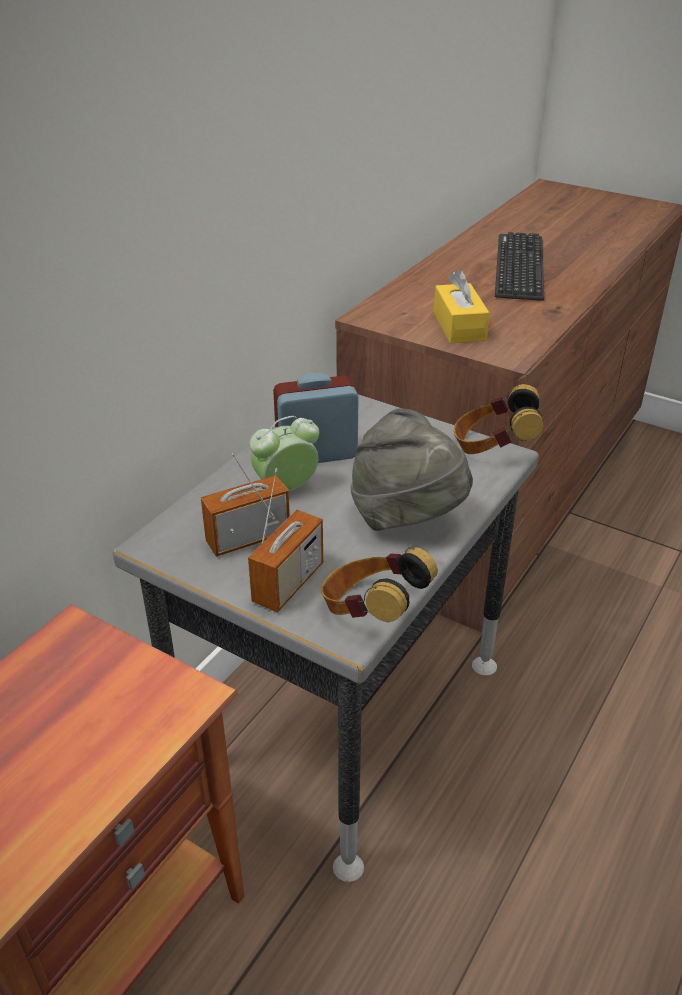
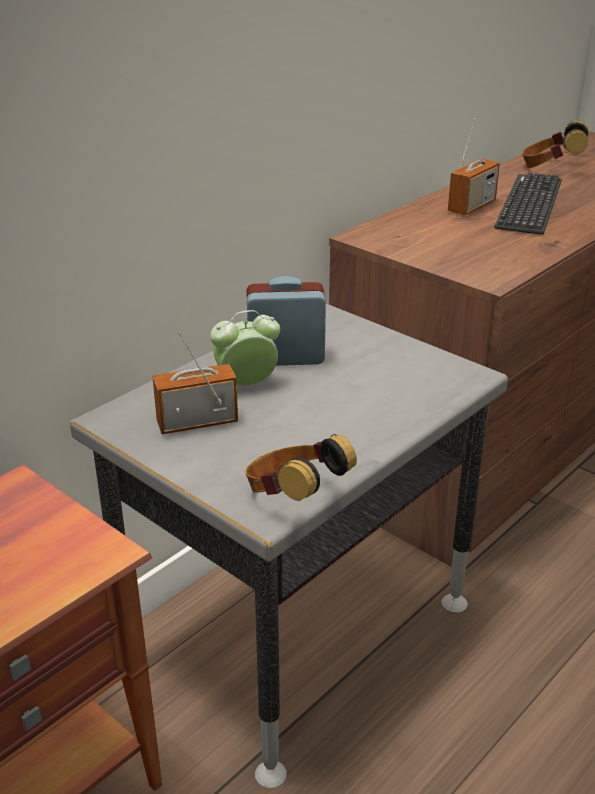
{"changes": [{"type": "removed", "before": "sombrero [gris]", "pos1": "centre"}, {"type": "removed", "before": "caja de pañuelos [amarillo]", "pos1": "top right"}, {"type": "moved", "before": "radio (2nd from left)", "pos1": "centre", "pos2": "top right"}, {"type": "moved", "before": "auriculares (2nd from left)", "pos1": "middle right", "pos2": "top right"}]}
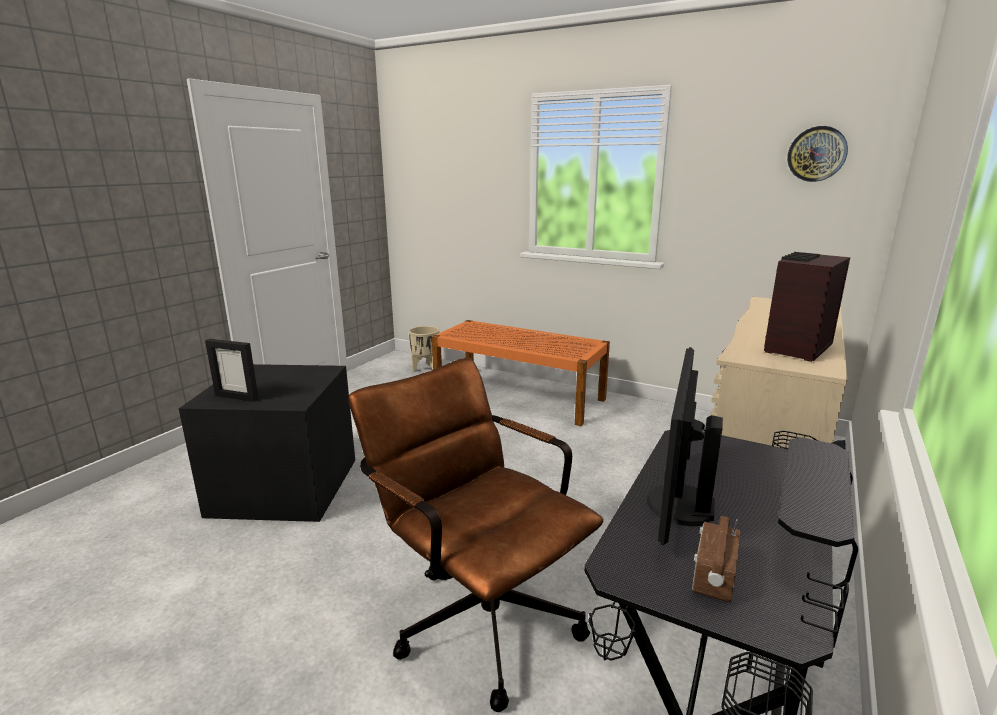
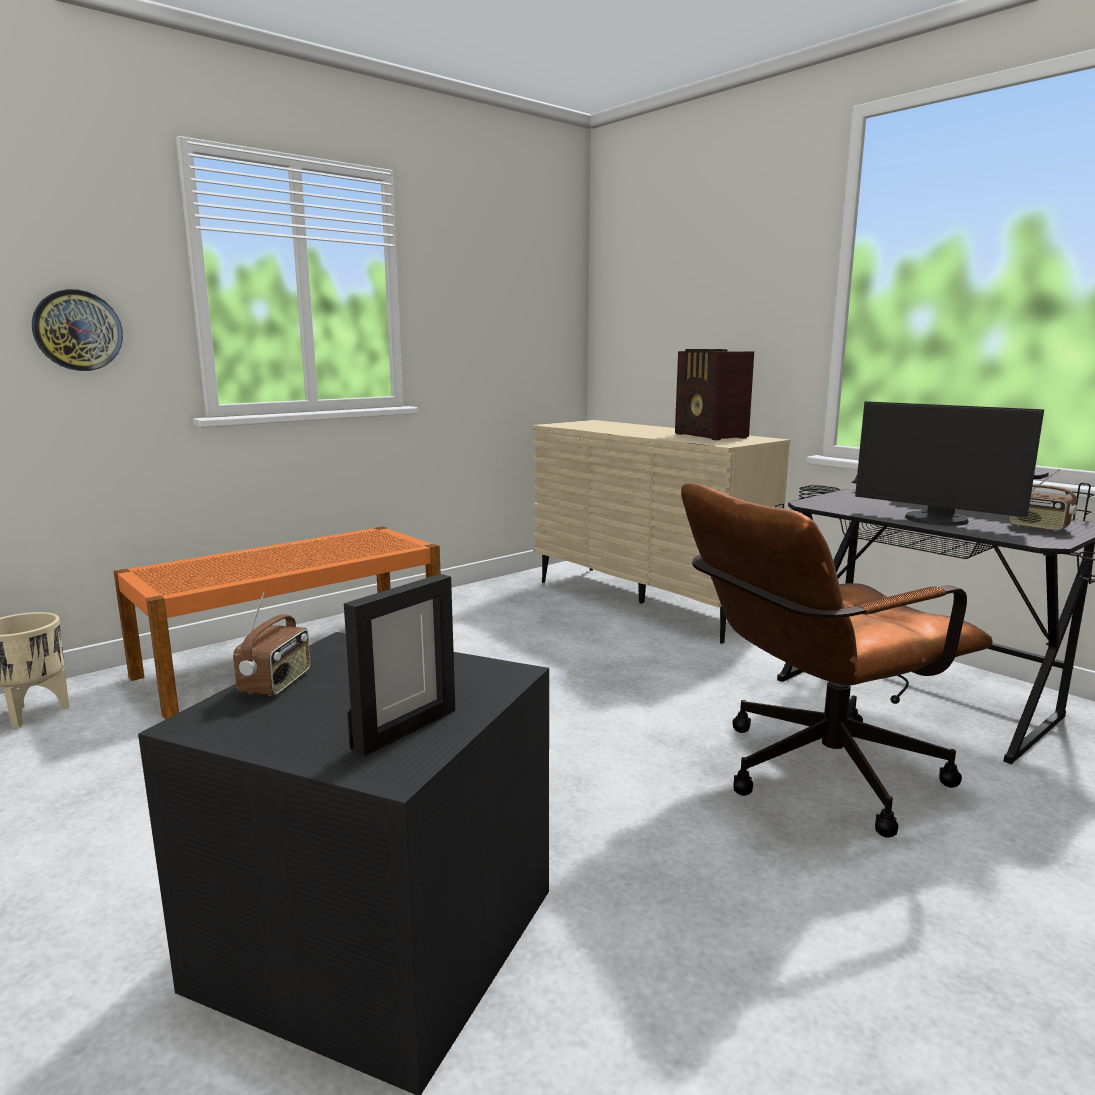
{"changes": [{"type": "added", "after": "radio (1st from left)", "pos2": "middle left"}, {"type": "moved", "before": "reloj de pared", "pos1": "top right", "pos2": "top left"}]}
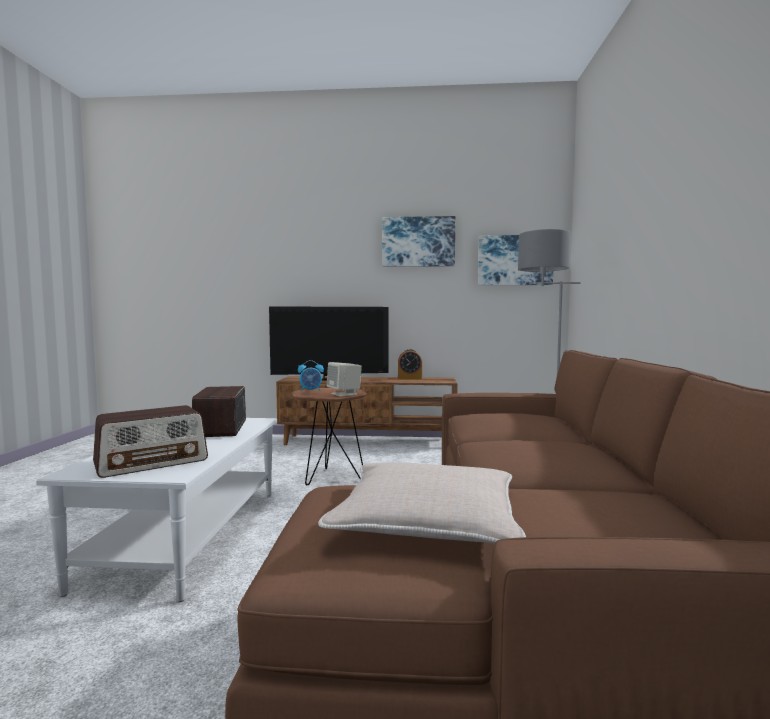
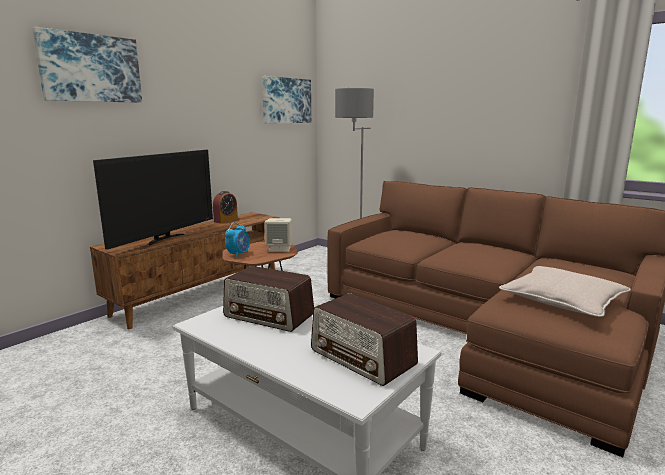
{"changes": [{"type": "moved", "before": "cuadro (1st from left)", "pos1": "centre", "pos2": "top left"}, {"type": "turned", "before": "radio (1st from left in the first image)", "pos1": "middle left", "pos2": "bottom centre", "turn": 135}]}
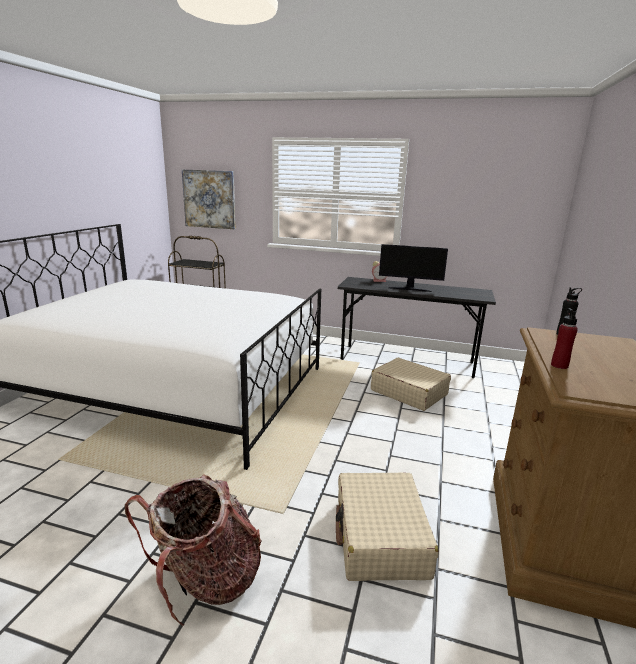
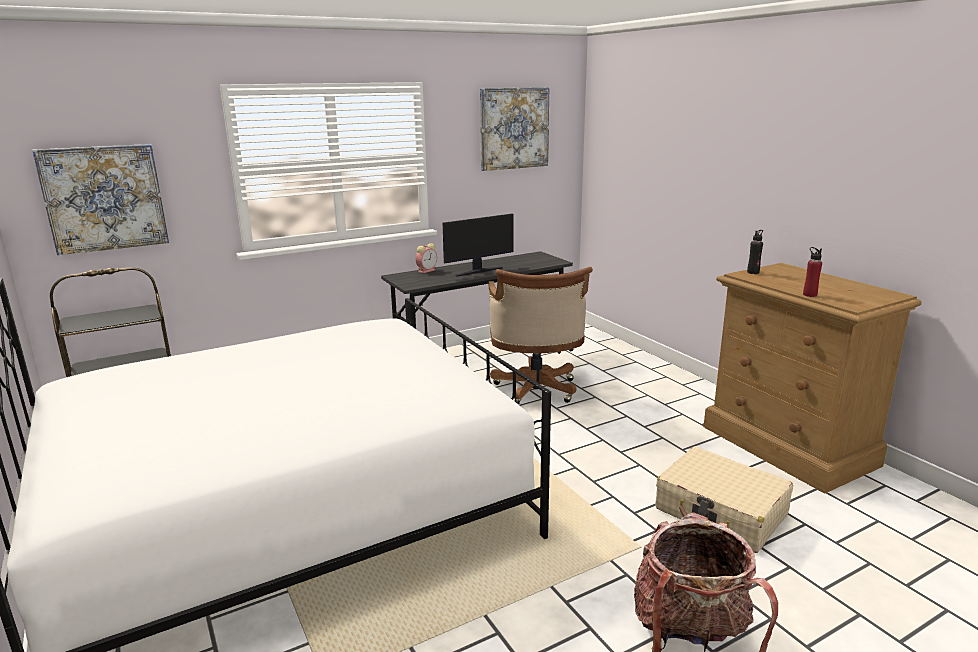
{"changes": [{"type": "added", "after": "cuadro (2nd from left)", "pos2": "top centre"}, {"type": "replaced", "before": "maleta [beis] (2nd from left)", "after": "silla de oficina", "pos1": "centre", "pos2": "centre"}]}
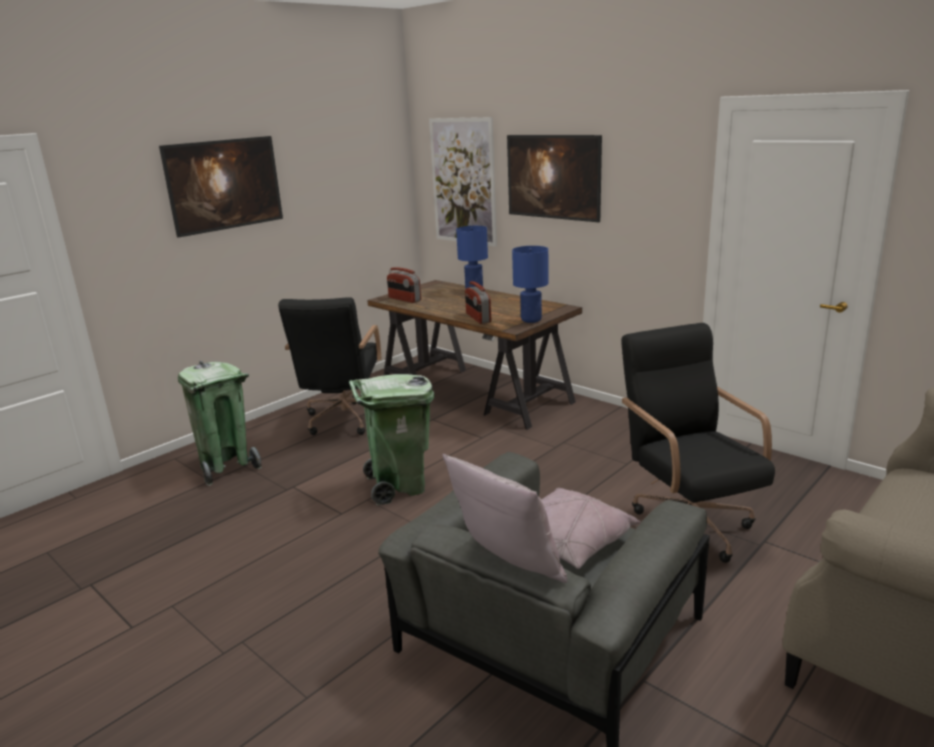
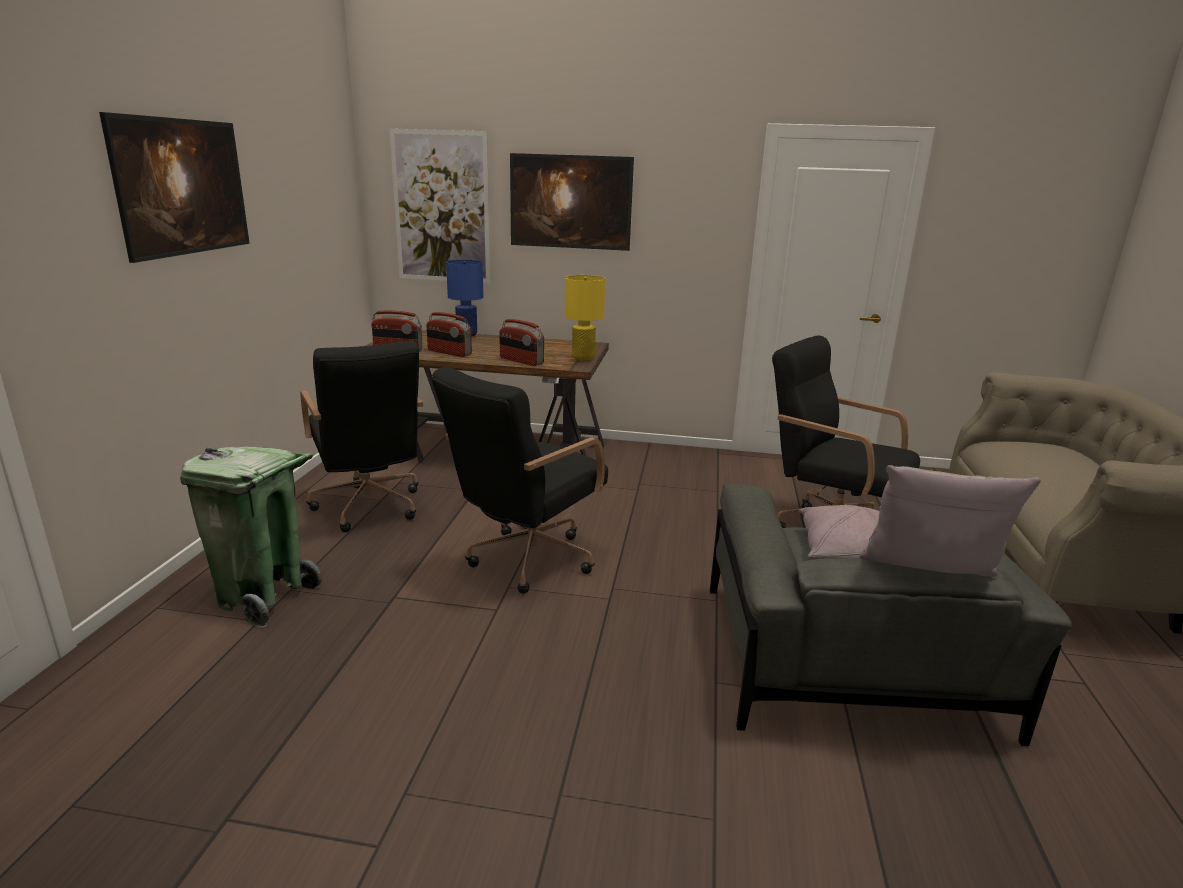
{"changes": [{"type": "added", "after": "radio (2nd from left)", "pos2": "centre"}, {"type": "replaced", "before": "papelera [verde] (2nd from left)", "after": "silla de oficina [negro] (2nd from left)", "pos1": "centre", "pos2": "centre"}, {"type": "recoloured", "before": "lámpara de mesa [azul] (2nd from left)", "after": "lámpara de mesa [amarillo]", "pos1": "centre", "pos2": "centre"}]}
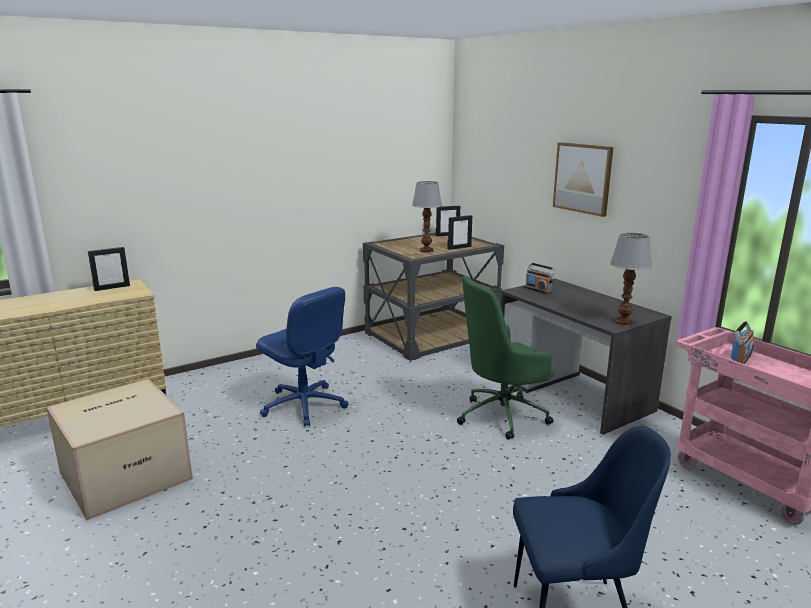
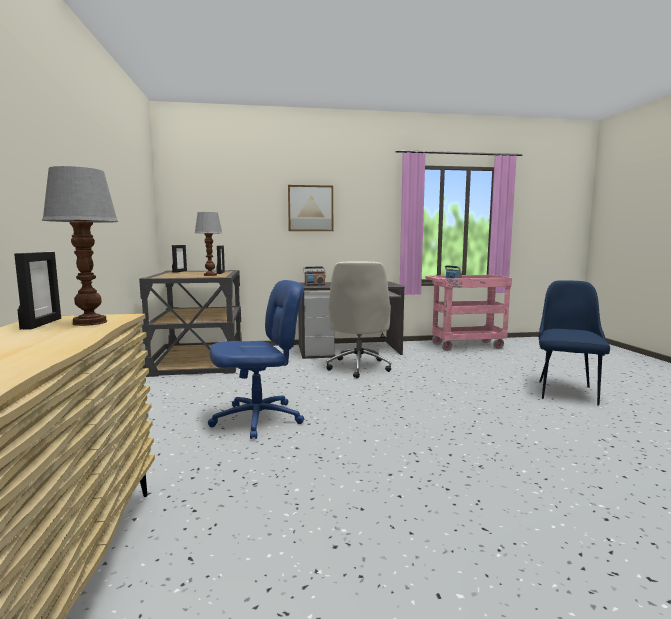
{"changes": [{"type": "removed", "before": "caja de cartón", "pos1": "bottom left"}, {"type": "moved", "before": "lámpara de mesa (2nd from left in the first image)", "after": "lámpara de mesa (1st from left)", "pos1": "middle right", "pos2": "middle left"}, {"type": "recoloured", "before": "silla de oficina [verde]", "after": "silla de oficina [beis]", "pos1": "centre", "pos2": "centre"}]}
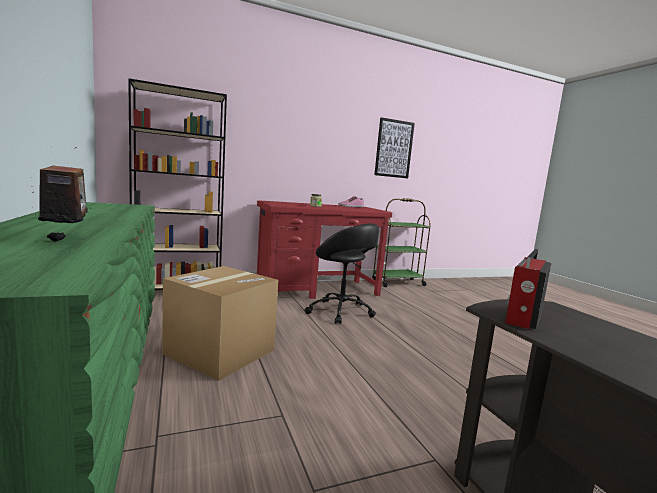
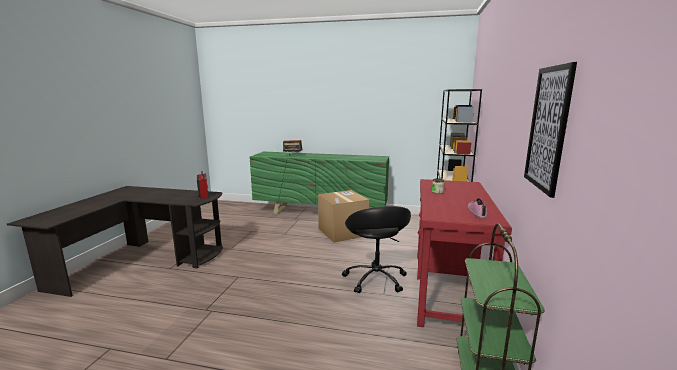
{"changes": [{"type": "turned", "before": "silla de oficina [negro]", "pos1": "centre", "pos2": "bottom centre", "turn": -90}]}
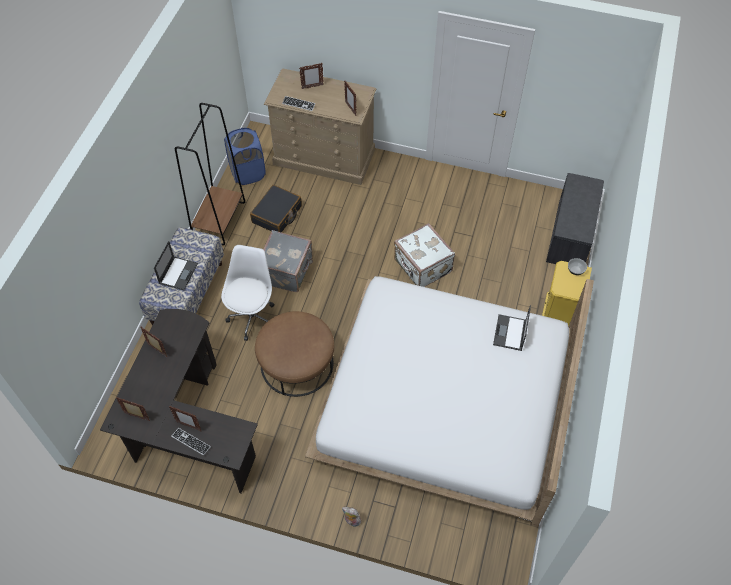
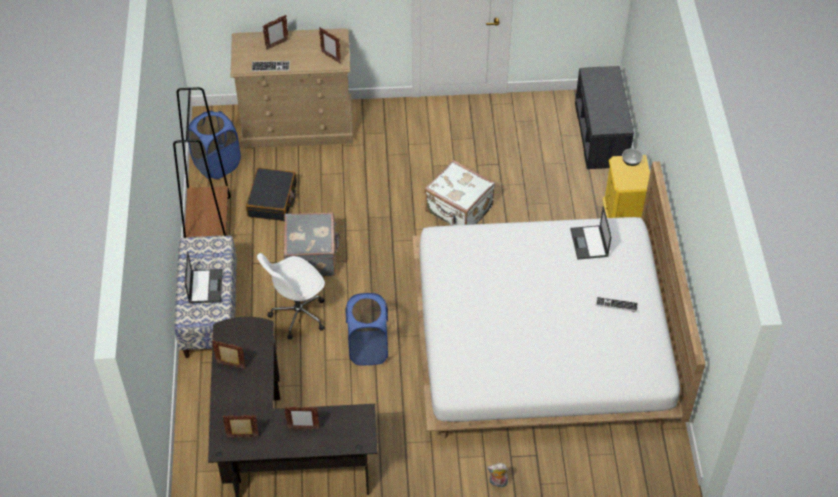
{"changes": [{"type": "moved", "before": "teclado (1st from left in the first image)", "after": "teclado (2nd from left)", "pos1": "bottom left", "pos2": "middle right"}, {"type": "replaced", "before": "puf [marrón]", "after": "cesto de la ropa [azul] (2nd from left)", "pos1": "centre", "pos2": "centre"}, {"type": "turned", "before": "silla de oficina [blanco]", "pos1": "centre", "pos2": "centre", "turn": -120}]}
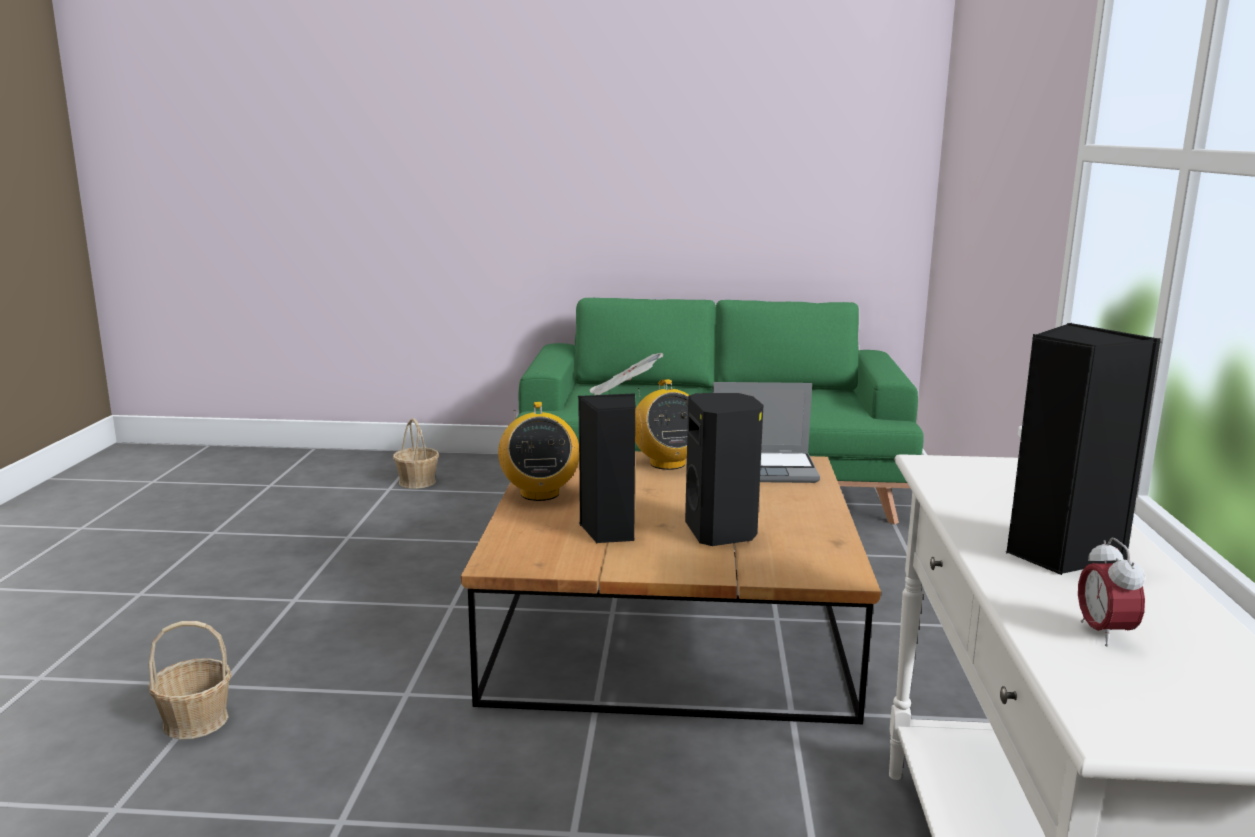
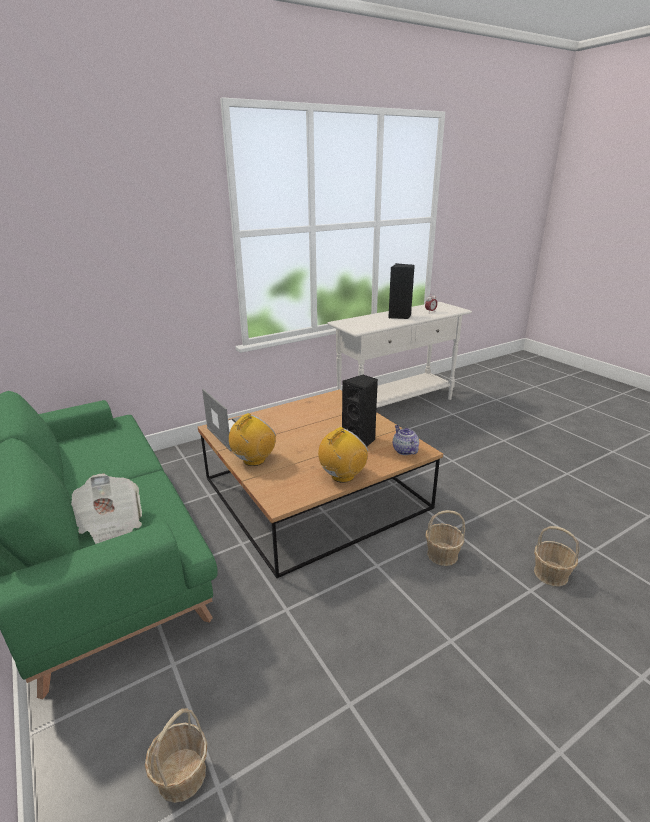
{"changes": [{"type": "removed", "before": "altavoz [negro] (2nd from left)", "pos1": "centre"}, {"type": "added", "after": "tetera", "pos2": "centre"}, {"type": "added", "after": "cesta (2nd from left)", "pos2": "middle right"}]}
